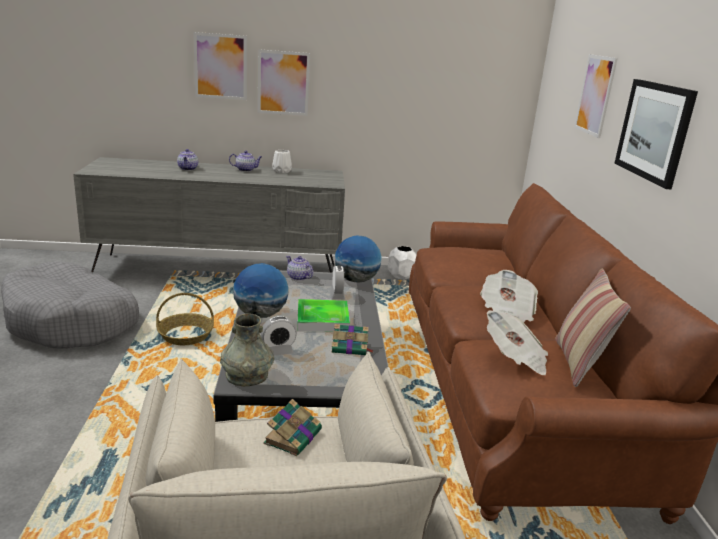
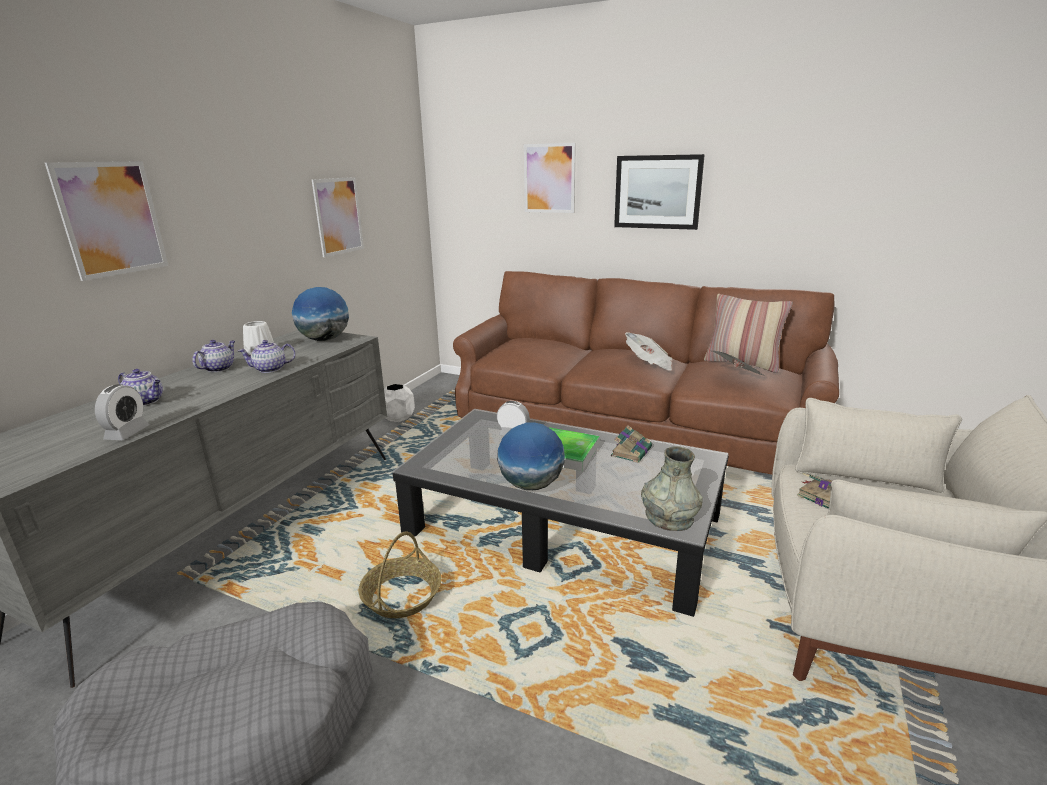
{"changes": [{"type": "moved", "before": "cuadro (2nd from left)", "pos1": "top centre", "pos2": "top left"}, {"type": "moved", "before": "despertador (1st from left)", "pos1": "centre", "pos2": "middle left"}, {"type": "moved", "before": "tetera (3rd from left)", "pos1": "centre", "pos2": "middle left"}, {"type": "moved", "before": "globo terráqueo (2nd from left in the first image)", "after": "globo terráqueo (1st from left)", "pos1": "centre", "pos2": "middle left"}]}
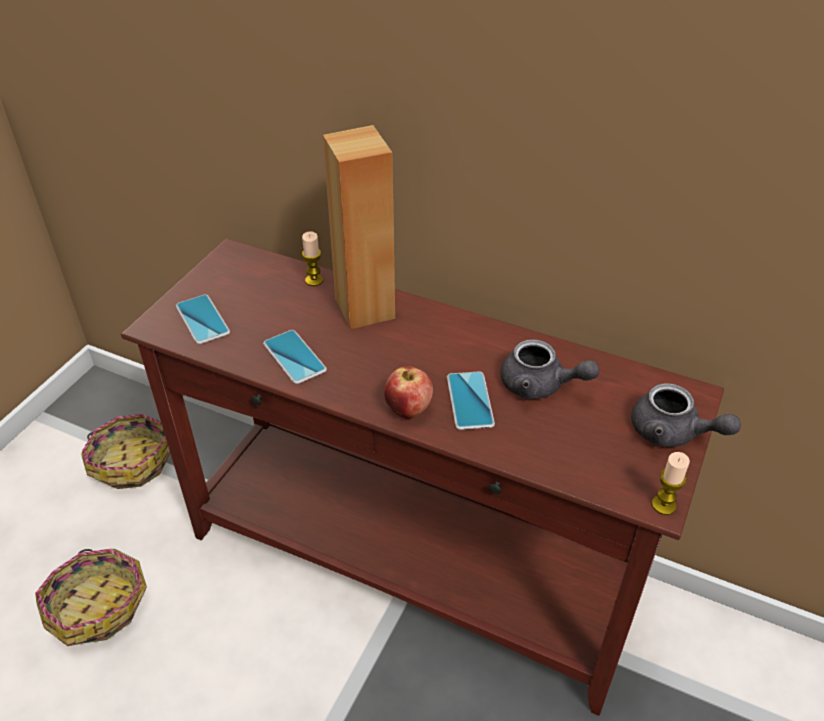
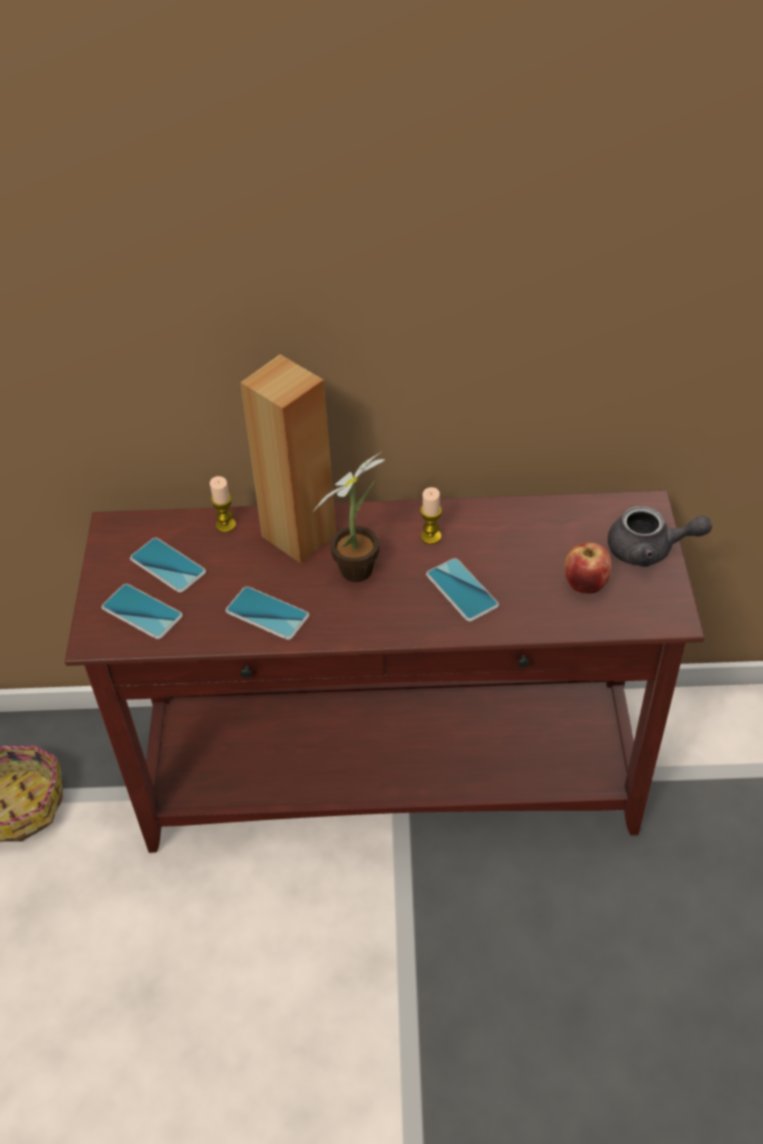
{"changes": [{"type": "removed", "before": "cesta (1st from left)", "pos1": "bottom left"}, {"type": "removed", "before": "tetera [gris] (1st from left)", "pos1": "middle right"}, {"type": "added", "after": "móvil (2nd from left)", "pos2": "middle left"}, {"type": "added", "after": "planta en maceta", "pos2": "centre"}, {"type": "moved", "before": "manzana", "pos1": "centre", "pos2": "middle right"}, {"type": "moved", "before": "vela (2nd from left)", "pos1": "bottom right", "pos2": "centre"}]}
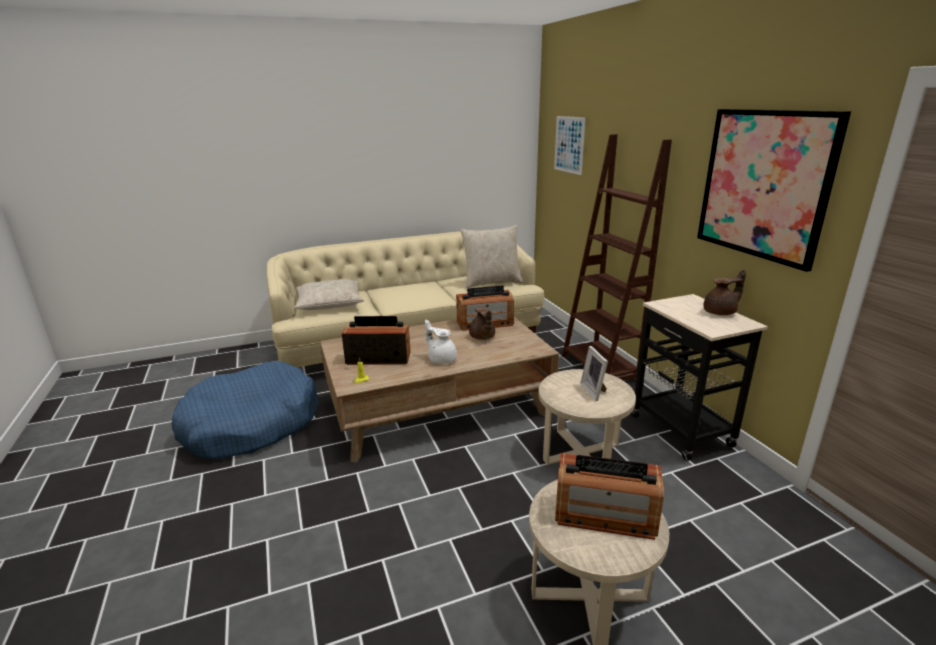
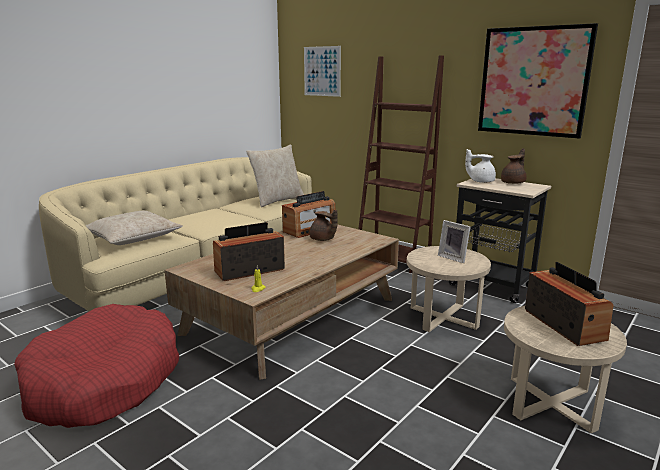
{"changes": [{"type": "moved", "before": "tetera [blanco]", "pos1": "centre", "pos2": "middle right"}, {"type": "recoloured", "before": "cama para perro [azul]", "after": "cama para perro [rojo]", "pos1": "middle left", "pos2": "bottom left"}, {"type": "turned", "before": "radio (3rd from left)", "pos1": "bottom centre", "pos2": "middle right", "turn": -90}]}
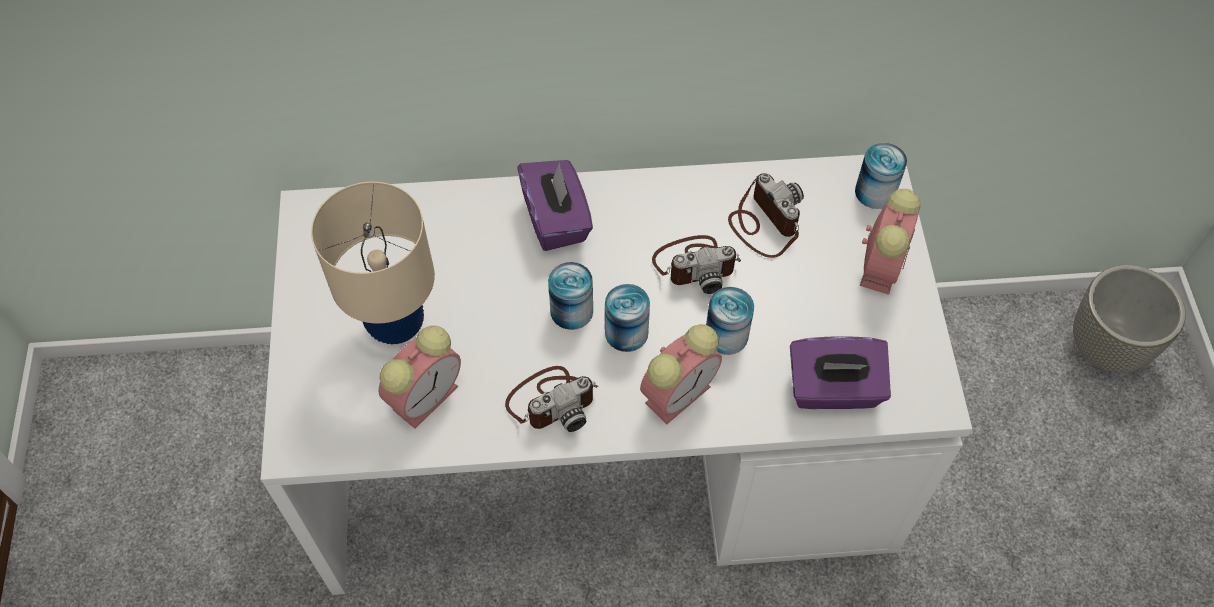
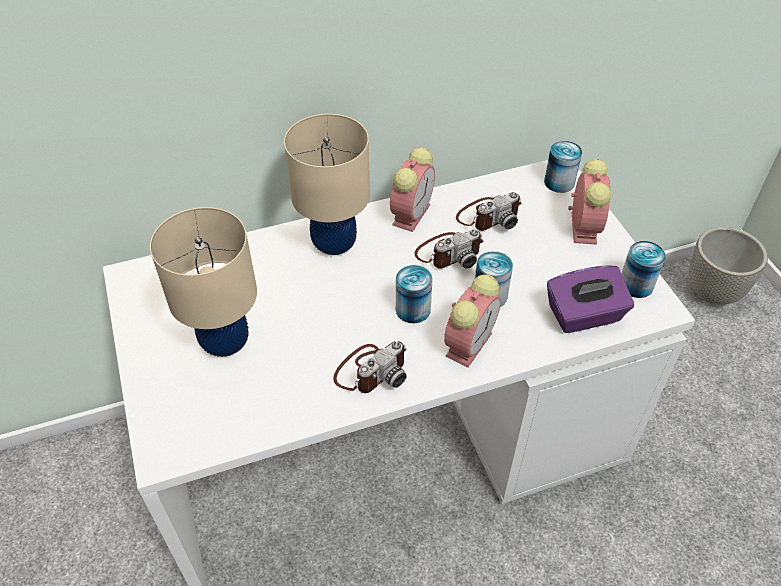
{"changes": [{"type": "moved", "before": "despertador (1st from left)", "pos1": "centre", "pos2": "top centre"}, {"type": "moved", "before": "lata (1st from left in the first image)", "after": "lata (4th from left)", "pos1": "centre", "pos2": "middle right"}, {"type": "replaced", "before": "caja de pañuelos [morado] (1st from left)", "after": "lámpara de mesa [beis] (2nd from left)", "pos1": "centre", "pos2": "top centre"}, {"type": "turned", "before": "cámara (3rd from left)", "pos1": "centre", "pos2": "centre", "turn": 105}]}
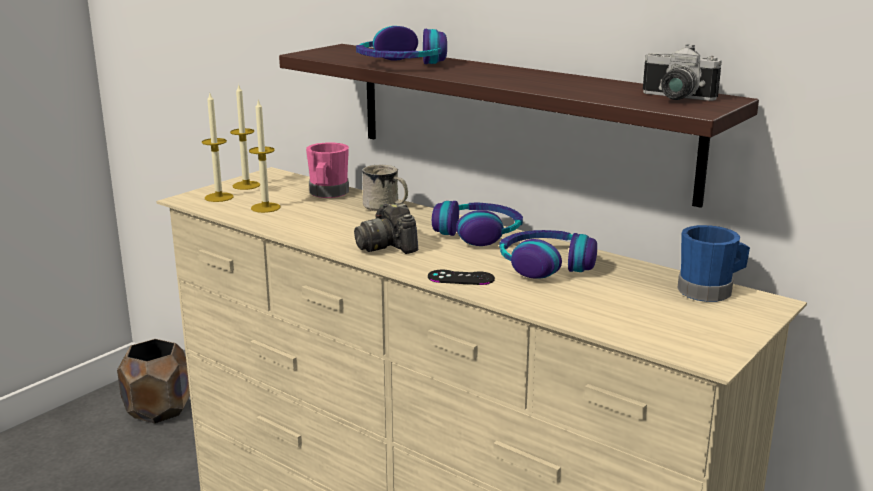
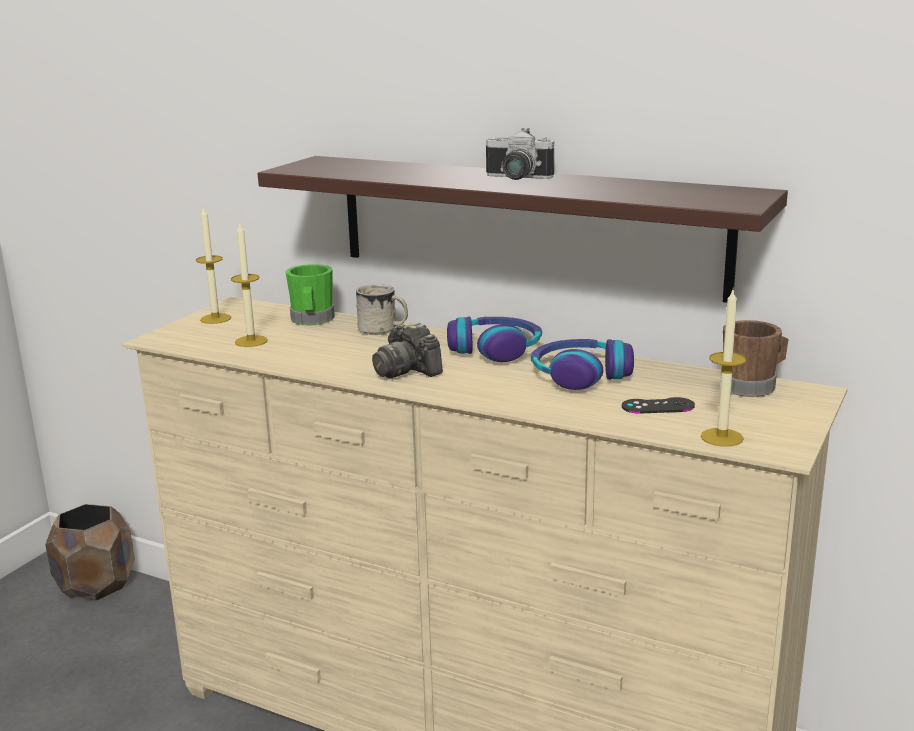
{"changes": [{"type": "removed", "before": "auriculares (1st from left)", "pos1": "top centre"}, {"type": "moved", "before": "vela (1st from left in the first image)", "after": "vela (3rd from left)", "pos1": "top left", "pos2": "middle right"}, {"type": "moved", "before": "mando de consola [negro]", "pos1": "centre", "pos2": "middle right"}, {"type": "moved", "before": "cámara (2nd from left)", "pos1": "top right", "pos2": "top centre"}, {"type": "recoloured", "before": "taza grande [rosa]", "after": "taza grande [verde]", "pos1": "centre", "pos2": "centre"}, {"type": "recoloured", "before": "taza grande [azul]", "after": "taza grande [marrón]", "pos1": "middle right", "pos2": "middle right"}]}
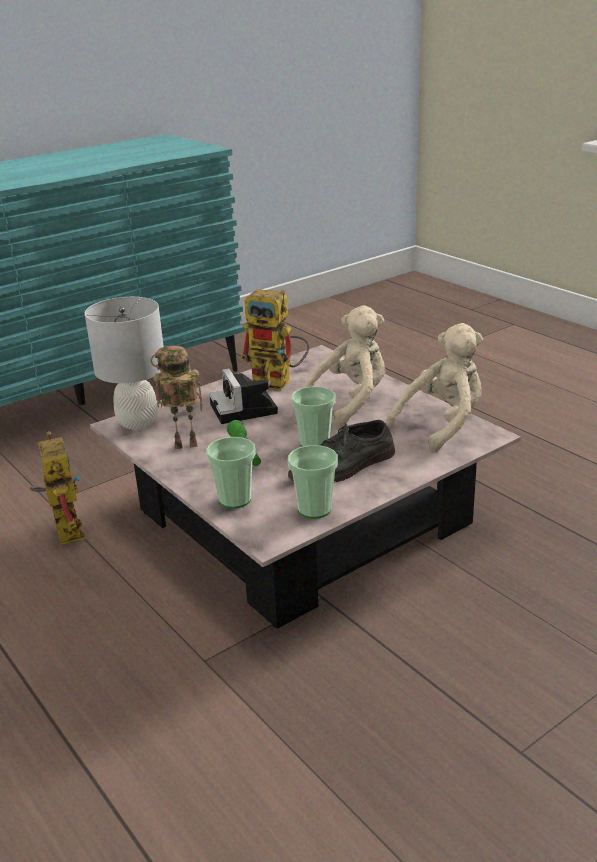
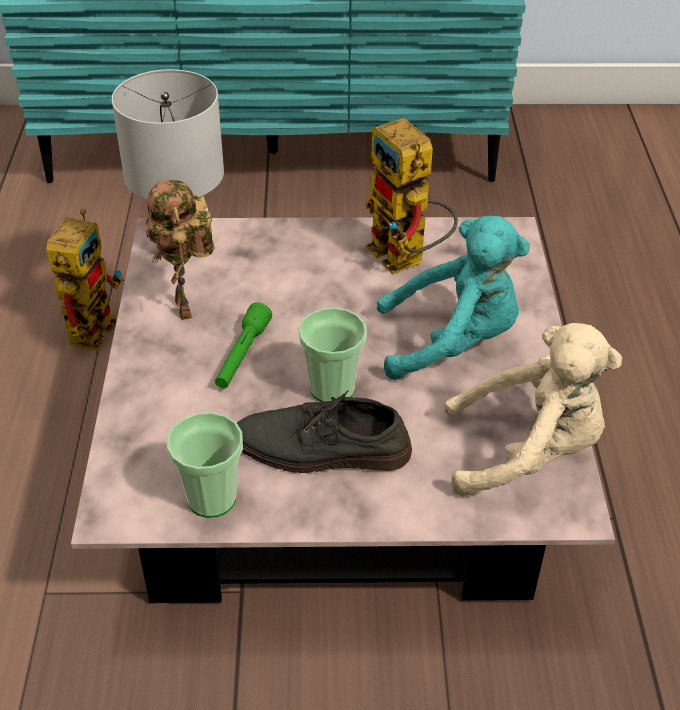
{"changes": [{"type": "removed", "before": "taza (1st from left)", "pos1": "centre"}, {"type": "removed", "before": "cámara", "pos1": "centre"}, {"type": "recoloured", "before": "peluche [beis] (1st from left)", "after": "peluche [turquesa]", "pos1": "centre", "pos2": "centre"}, {"type": "turned", "before": "robot de juguete (2nd from left)", "pos1": "middle left", "pos2": "middle left", "turn": -135}]}
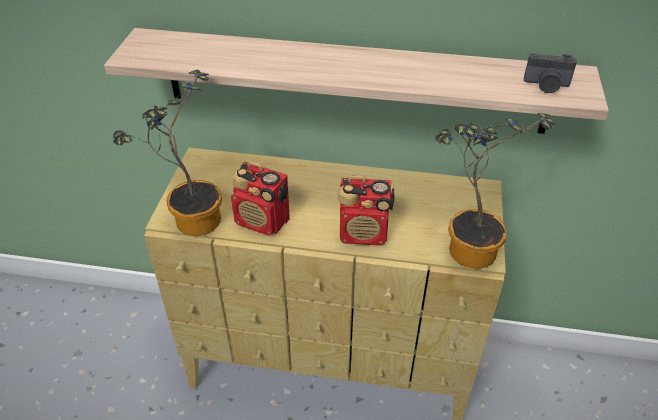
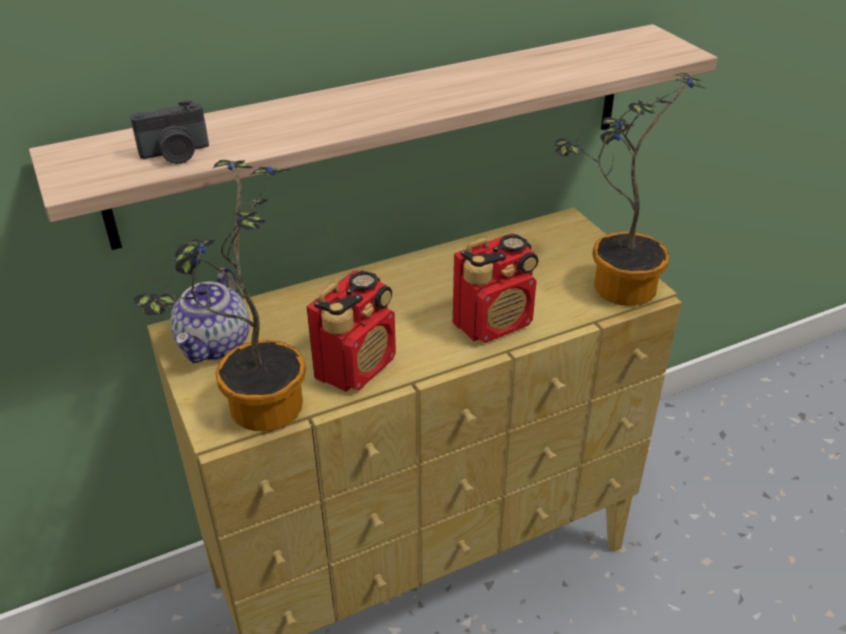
{"changes": [{"type": "added", "after": "tetera", "pos2": "middle left"}, {"type": "moved", "before": "cámara", "pos1": "top right", "pos2": "top left"}, {"type": "turned", "before": "radio (1st from left)", "pos1": "centre", "pos2": "centre", "turn": -45}]}
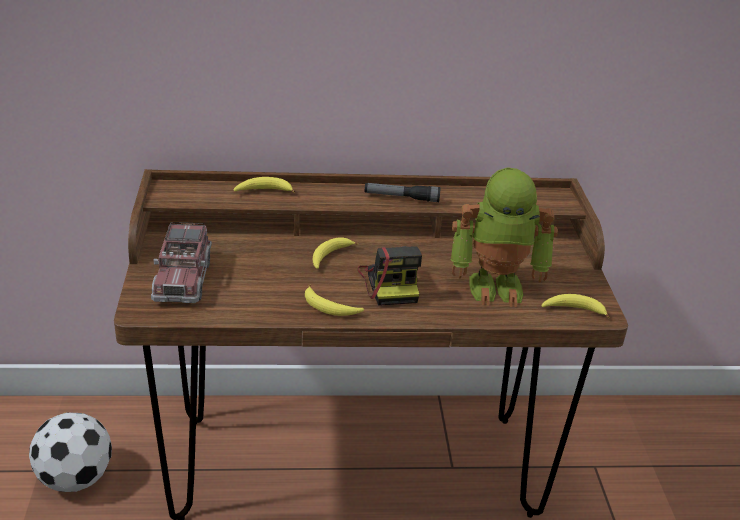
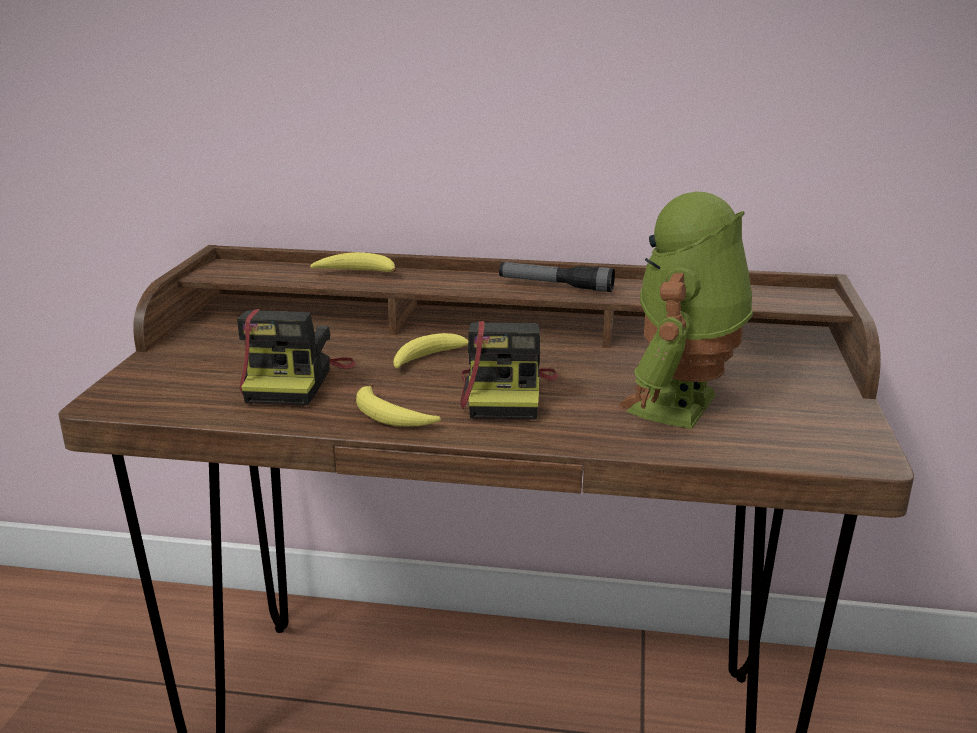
{"changes": [{"type": "removed", "before": "balón de fútbol", "pos1": "bottom left"}, {"type": "removed", "before": "camión de juguete", "pos1": "middle left"}, {"type": "removed", "before": "plátano (4th from left)", "pos1": "middle right"}, {"type": "added", "after": "cámara (1st from left)", "pos2": "middle left"}, {"type": "turned", "before": "robot de juguete", "pos1": "middle right", "pos2": "middle right", "turn": 105}]}
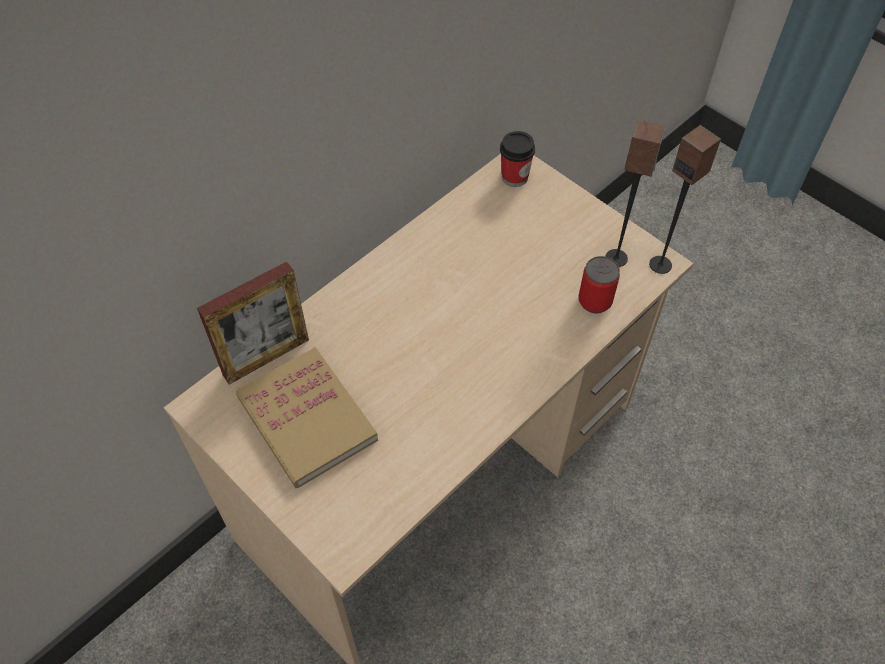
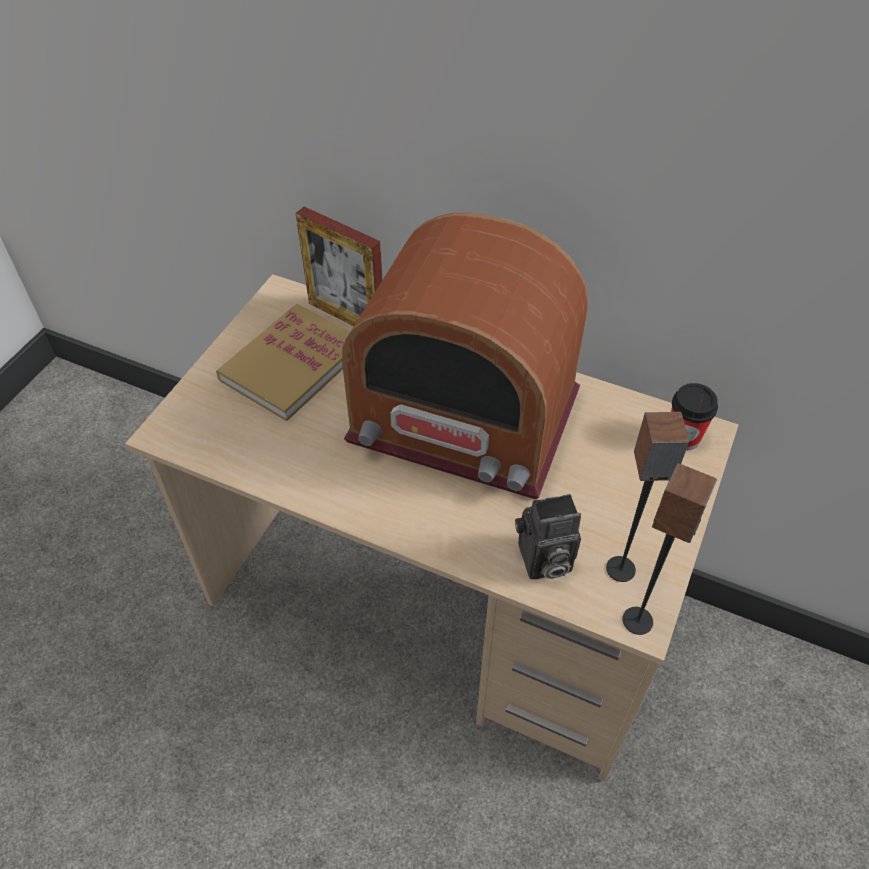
{"changes": [{"type": "added", "after": "radio", "pos2": "centre"}, {"type": "replaced", "before": "lata", "after": "cámara", "pos1": "middle right", "pos2": "centre"}]}
